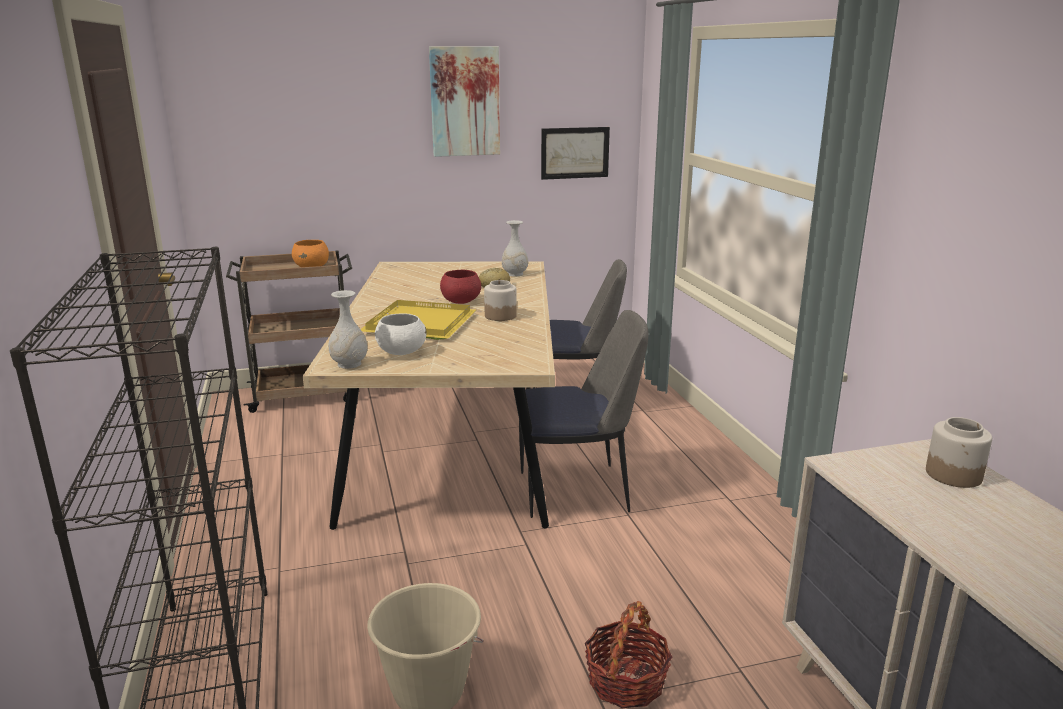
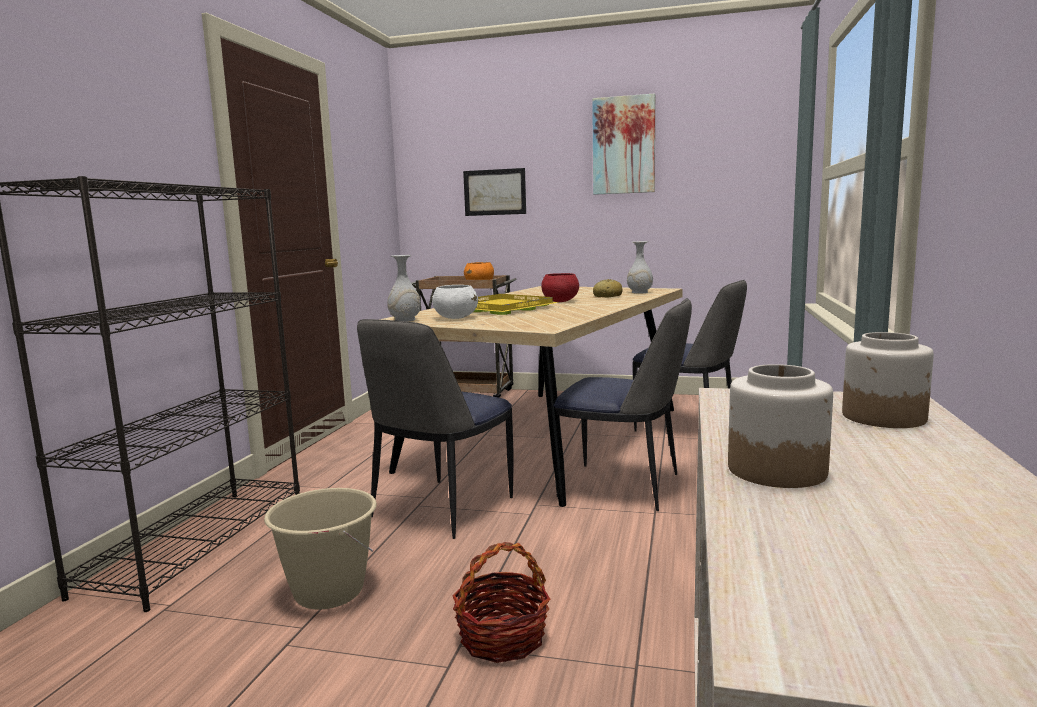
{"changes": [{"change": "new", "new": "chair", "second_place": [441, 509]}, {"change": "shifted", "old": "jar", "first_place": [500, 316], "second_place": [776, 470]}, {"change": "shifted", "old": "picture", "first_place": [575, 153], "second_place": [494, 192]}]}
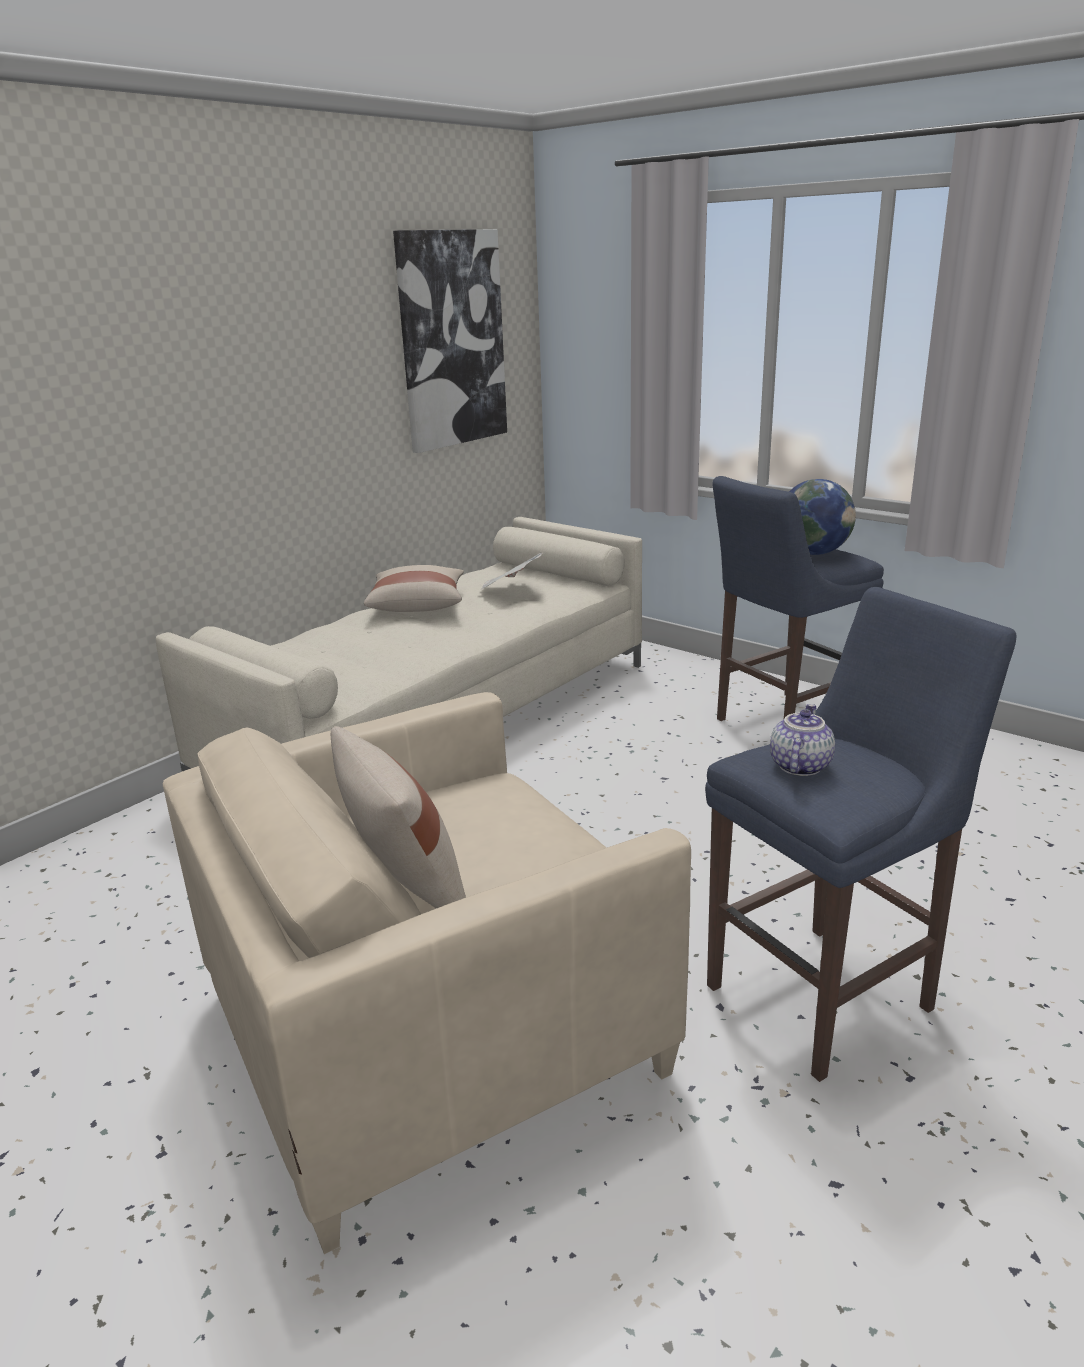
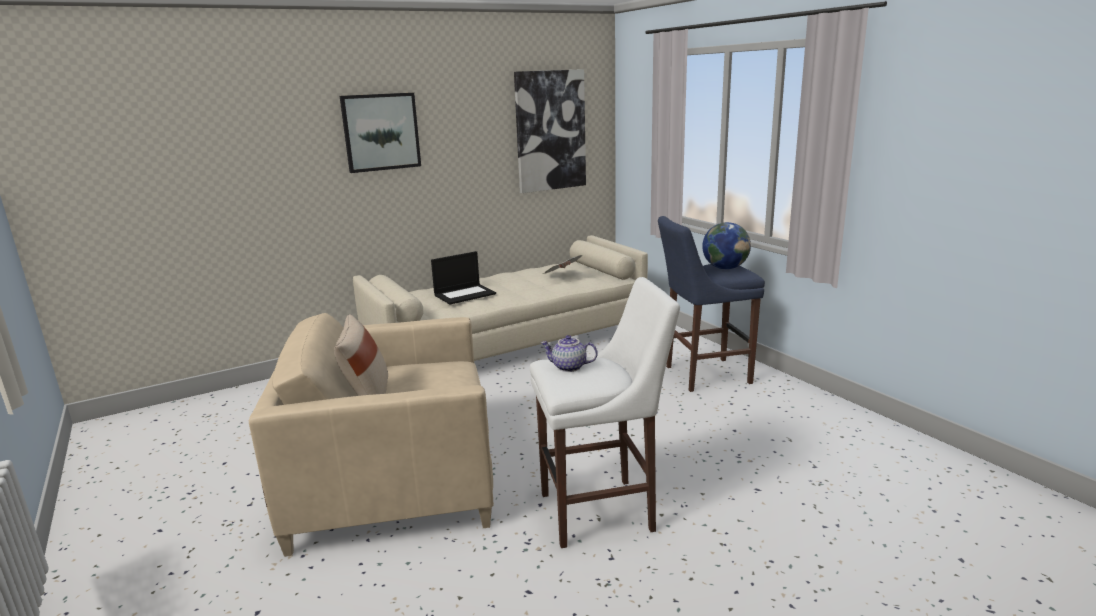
{"changes": [{"change": "gone", "old": "beige_pillow", "first_place": [418, 605]}, {"change": "new", "new": "picture", "second_place": [381, 132]}, {"change": "new", "new": "laptop", "second_place": [465, 294]}, {"change": "repainted", "old": "blue_stool", "new": "white_stool", "first_place": [827, 993], "second_place": [603, 511]}, {"change": "rotated", "old": "teapot", "first_place": [798, 765], "second_place": [568, 367], "degrees": -120}]}
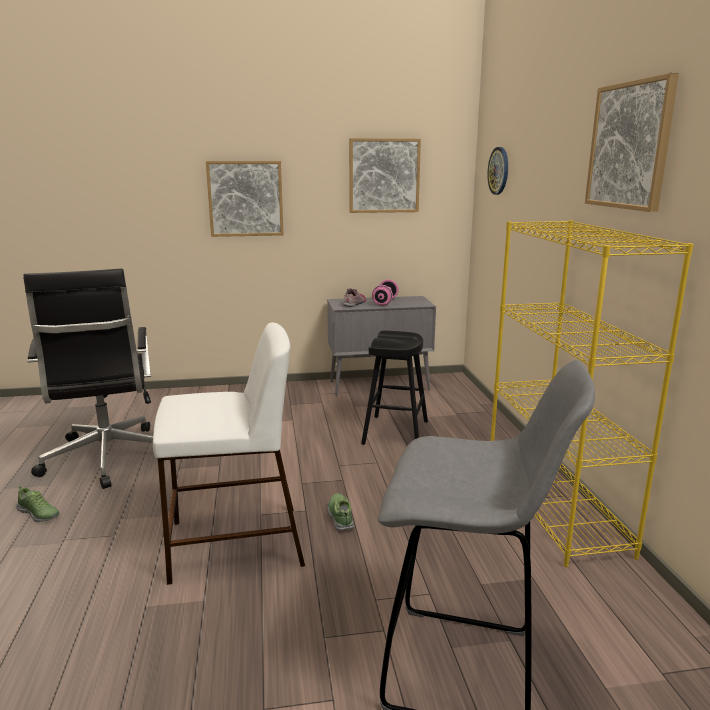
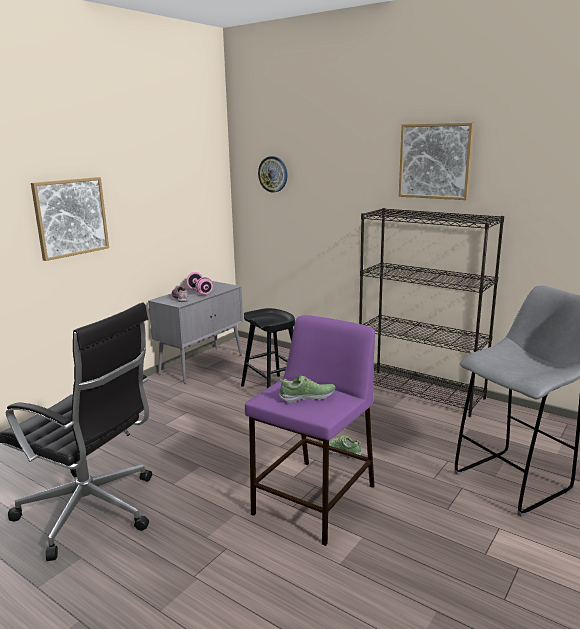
{"changes": [{"change": "gone", "old": "picture", "first_place": [384, 176]}, {"change": "shifted", "old": "shoe", "first_place": [39, 514], "second_place": [307, 397]}, {"change": "repainted", "old": "white_stool", "new": "purple_stool", "first_place": [234, 543], "second_place": [314, 501]}, {"change": "repainted", "old": "yellow_bookcase", "new": "black_bookcase", "first_place": [555, 507], "second_place": [421, 392]}]}
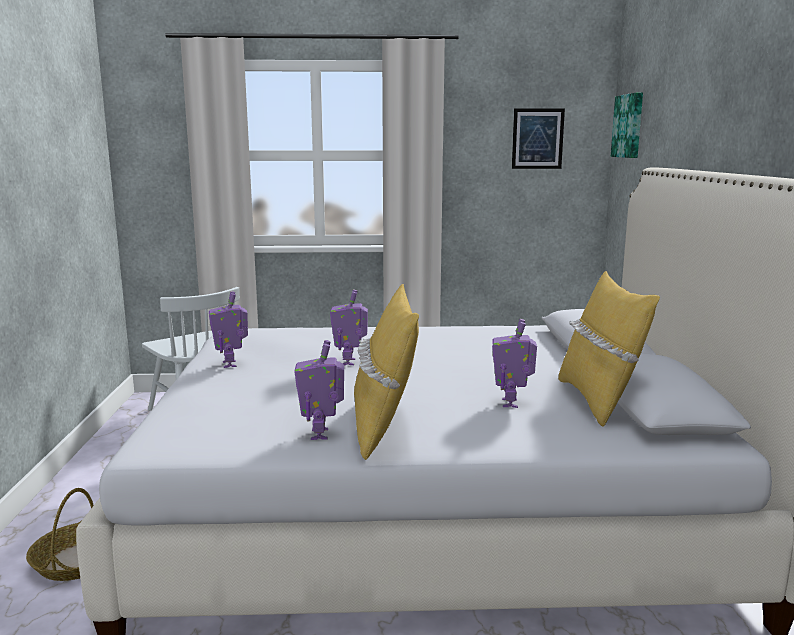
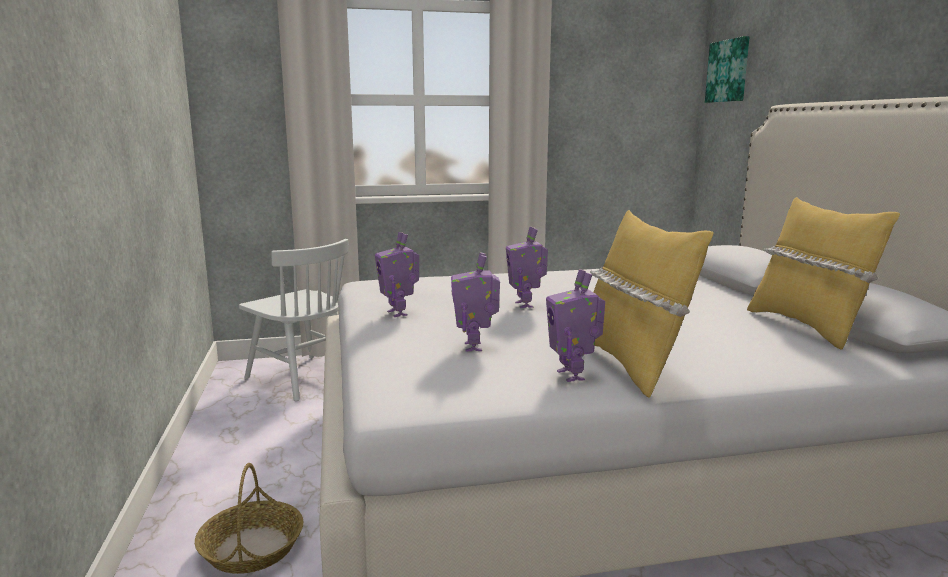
{"changes": [{"change": "gone", "old": "picture", "first_place": [537, 138]}, {"change": "shifted", "old": "toy_robot", "first_place": [511, 403], "second_place": [475, 347]}]}
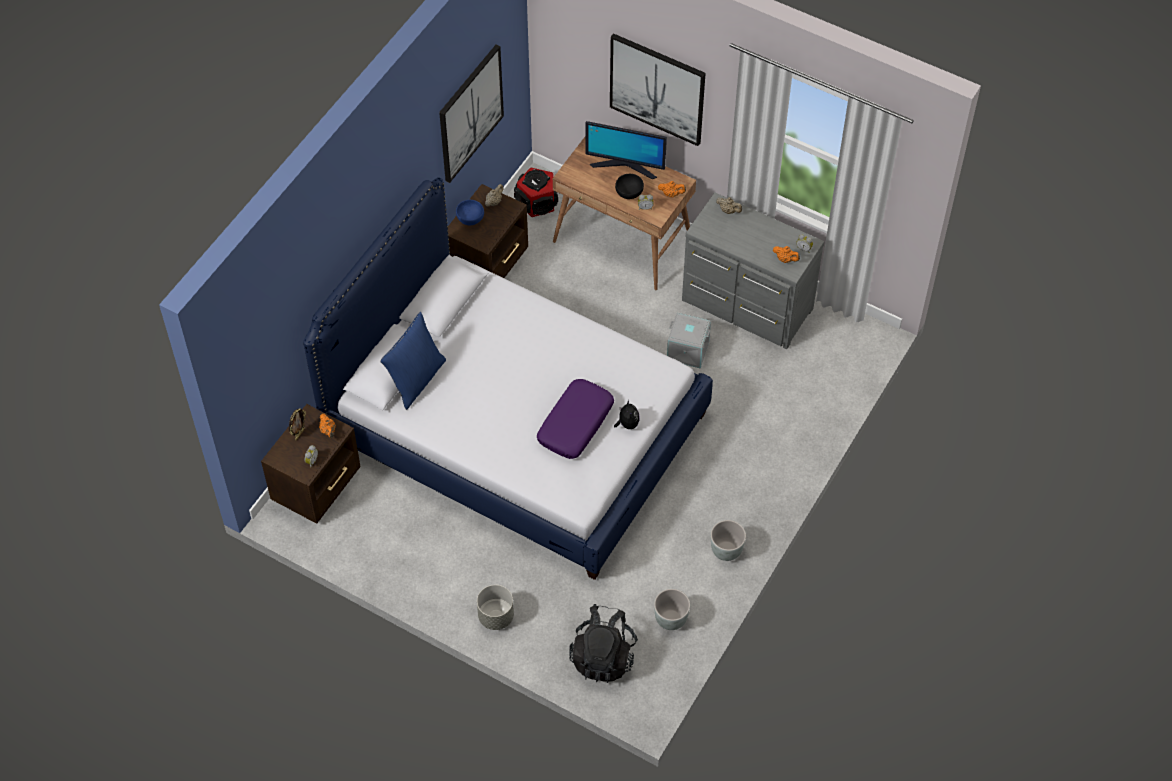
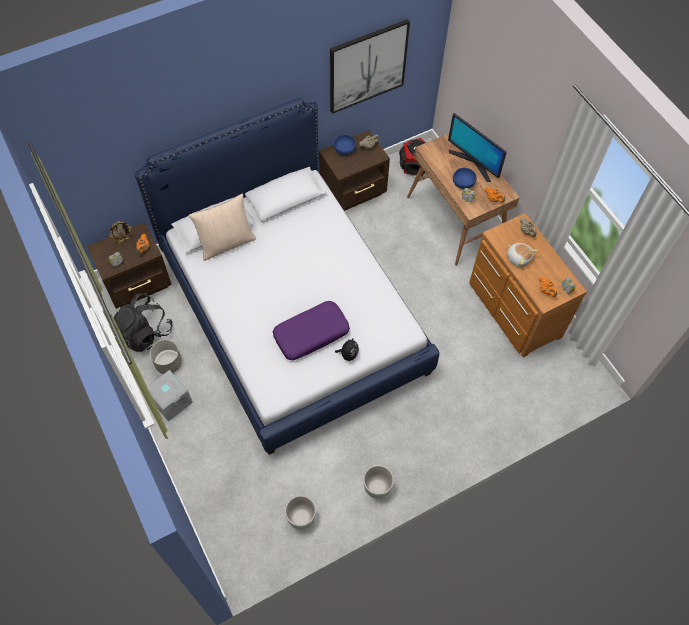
{"changes": [{"change": "gone", "old": "picture", "first_place": [657, 88]}, {"change": "new", "new": "plush_toy", "second_place": [519, 257]}, {"change": "shifted", "old": "grey_planter", "first_place": [495, 616], "second_place": [168, 363]}, {"change": "shifted", "old": "black_backpack", "first_place": [603, 656], "second_place": [145, 333]}, {"change": "shifted", "old": "grey_storage_box", "first_place": [687, 351], "second_place": [170, 401]}, {"change": "repainted", "old": "blue_pillow", "new": "beige_pillow", "first_place": [416, 379], "second_place": [226, 243]}, {"change": "repainted", "old": "black_bowl", "new": "blue_bowl", "first_place": [629, 192], "second_place": [463, 183]}, {"change": "repainted", "old": "grey_dresser", "new": "brown_dresser", "first_place": [746, 307], "second_place": [513, 311]}]}
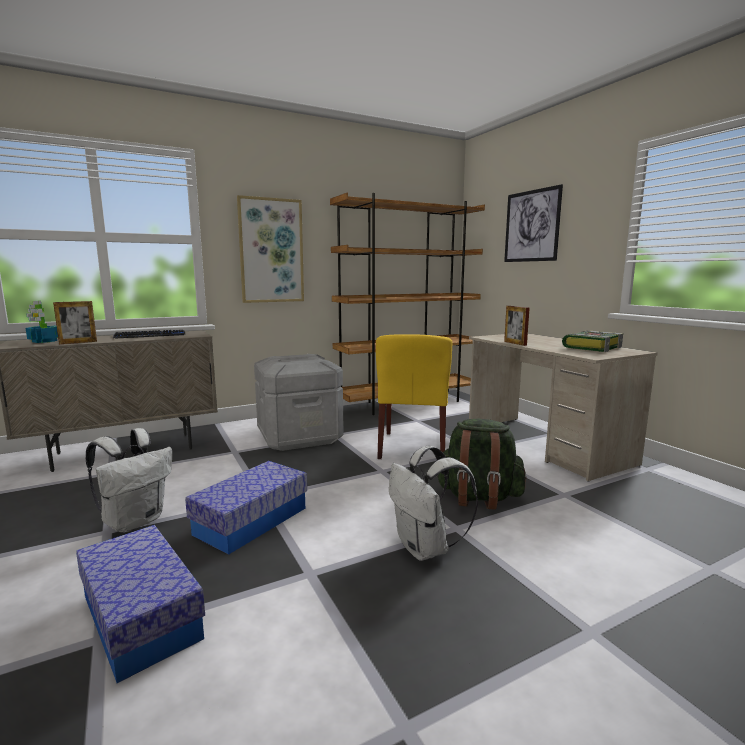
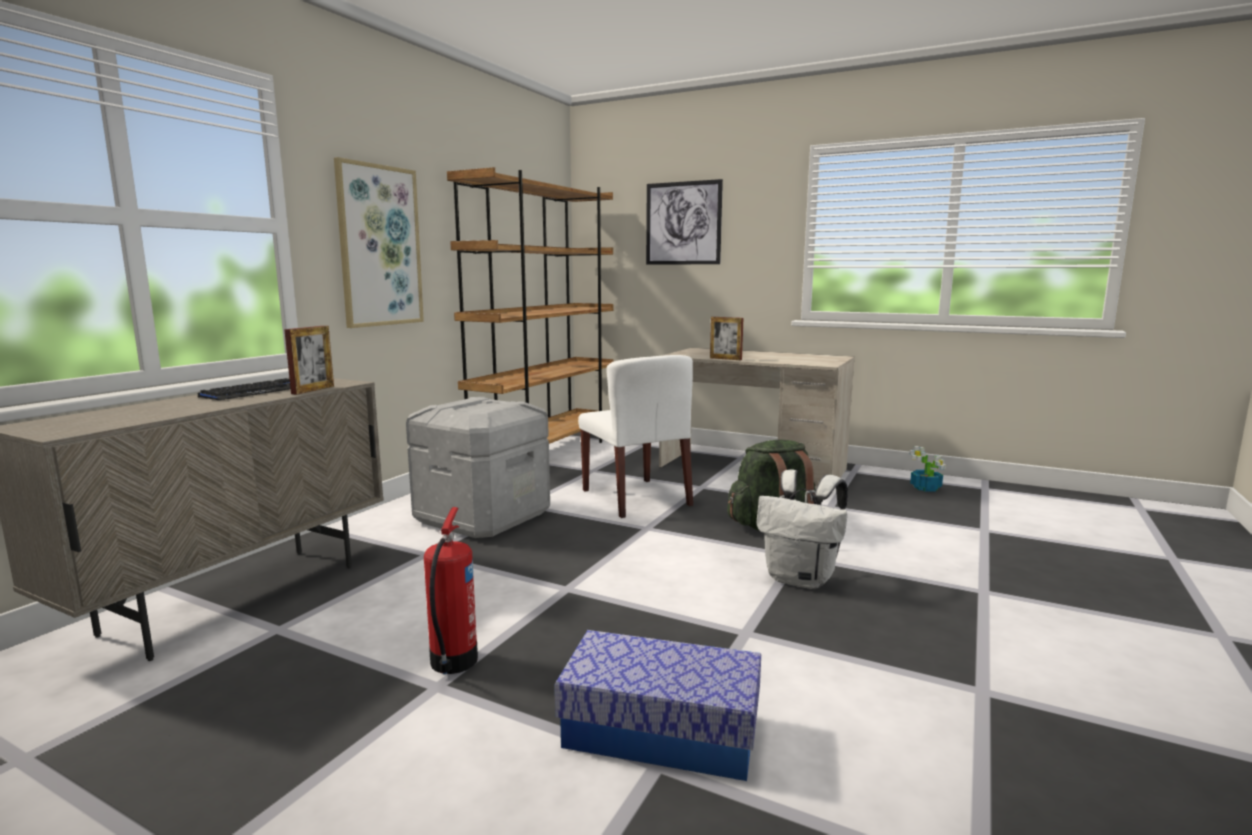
{"changes": [{"change": "gone", "old": "storage_box", "first_place": [251, 521]}, {"change": "gone", "old": "book", "first_place": [591, 348]}, {"change": "shifted", "old": "potted_plant", "first_place": [44, 341], "second_place": [926, 488]}, {"change": "shifted", "old": "picture_frame", "first_place": [78, 342], "second_place": [313, 390]}, {"change": "swapped", "old": "white_backpack", "new": "fire_extinguisher", "first_place": [135, 521], "second_place": [452, 663]}, {"change": "repainted", "old": "yellow_chair", "new": "white_chair", "first_place": [413, 447], "second_place": [636, 498]}]}
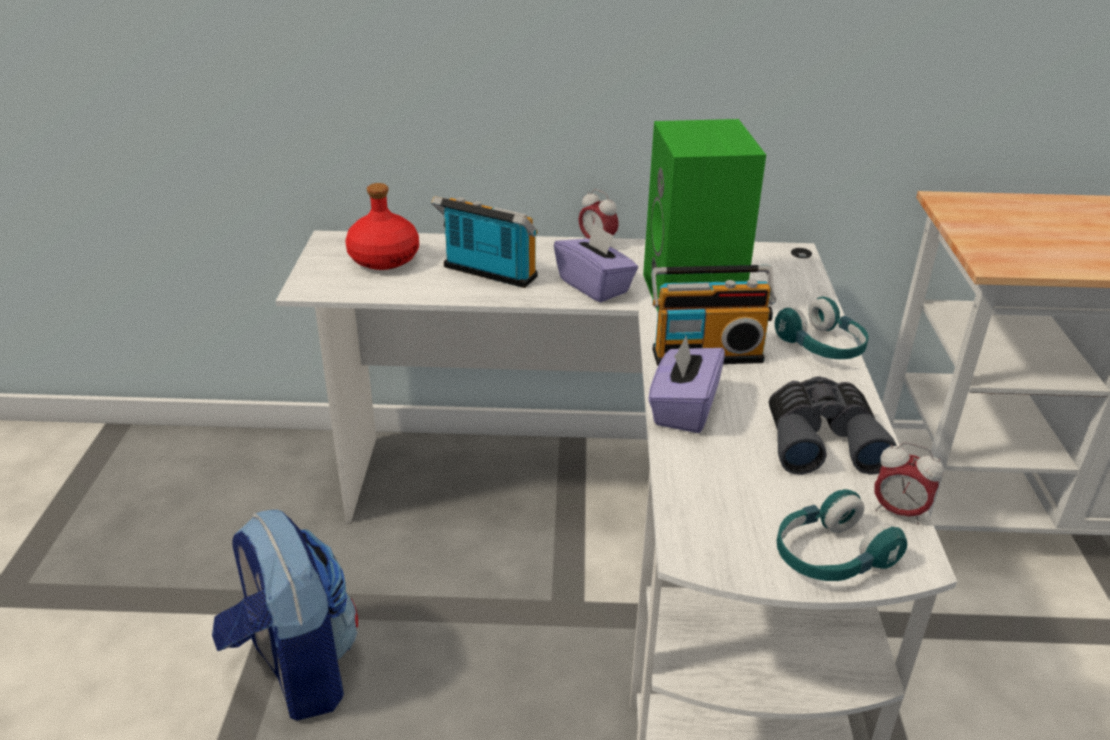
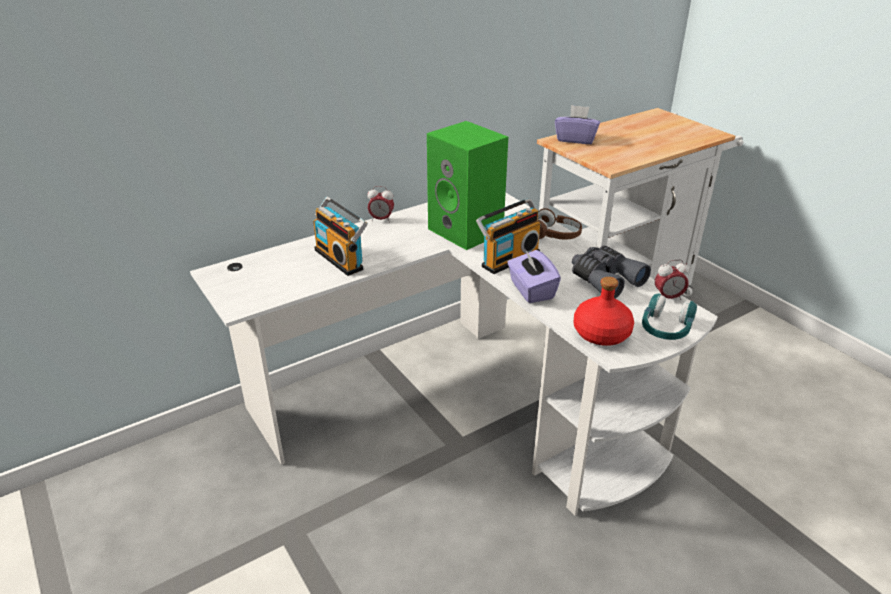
{"changes": [{"change": "gone", "old": "backpack", "first_place": [296, 669]}, {"change": "shifted", "old": "red_bottle", "first_place": [383, 258], "second_place": [600, 333]}, {"change": "shifted", "old": "purple_tissue_box", "first_place": [595, 286], "second_place": [575, 139]}, {"change": "repainted", "old": "turquoise_headphones", "new": "brown_headphones", "first_place": [822, 346], "second_place": [555, 235]}, {"change": "rotated", "old": "radio", "first_place": [487, 274], "second_place": [341, 259], "degrees": -120}]}
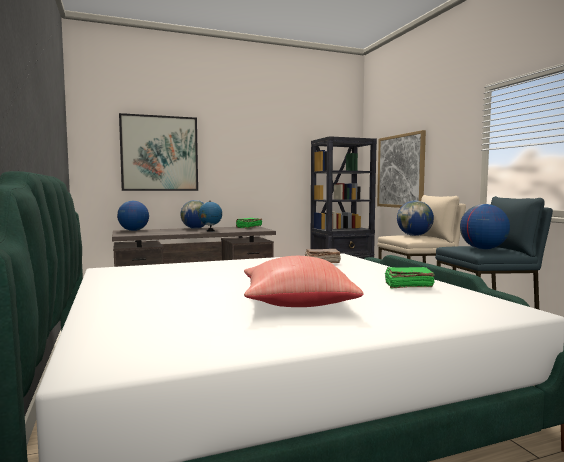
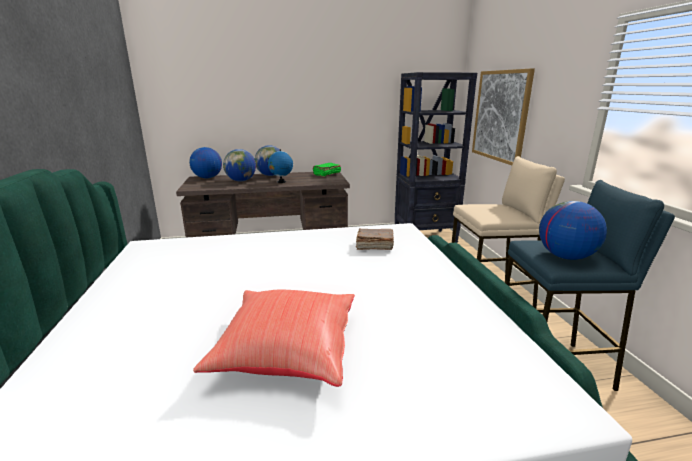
{"changes": [{"change": "gone", "old": "picture", "first_place": [159, 153]}, {"change": "gone", "old": "green_book", "first_place": [407, 286]}, {"change": "shifted", "old": "globe", "first_place": [414, 235], "second_place": [241, 181]}]}
